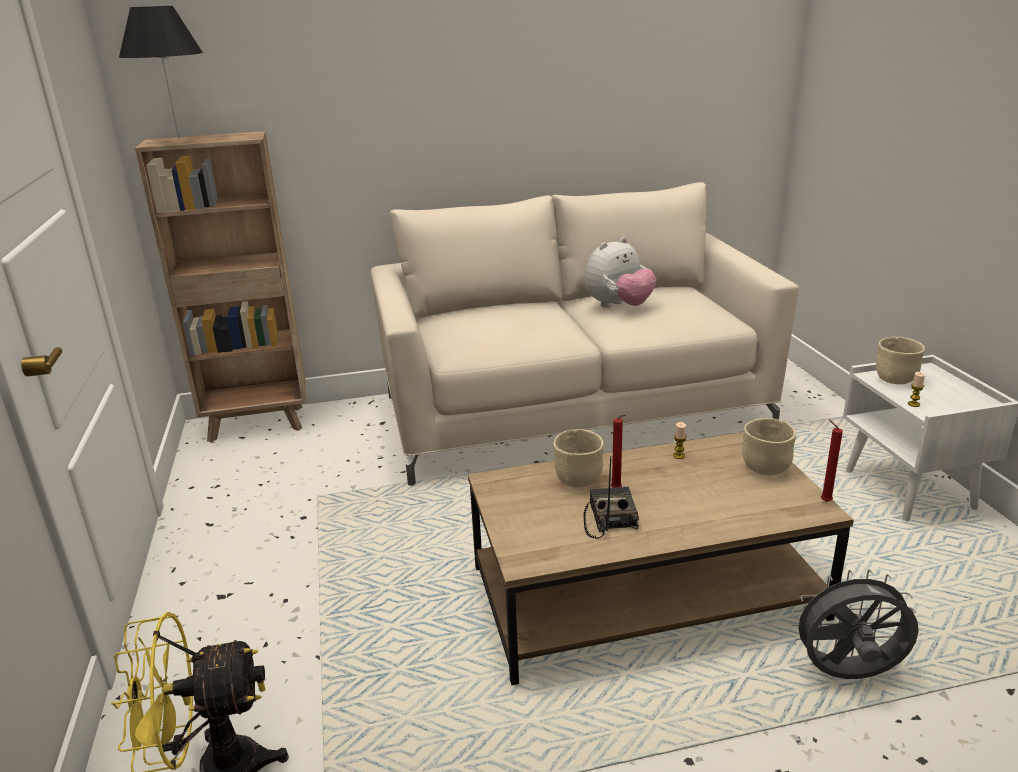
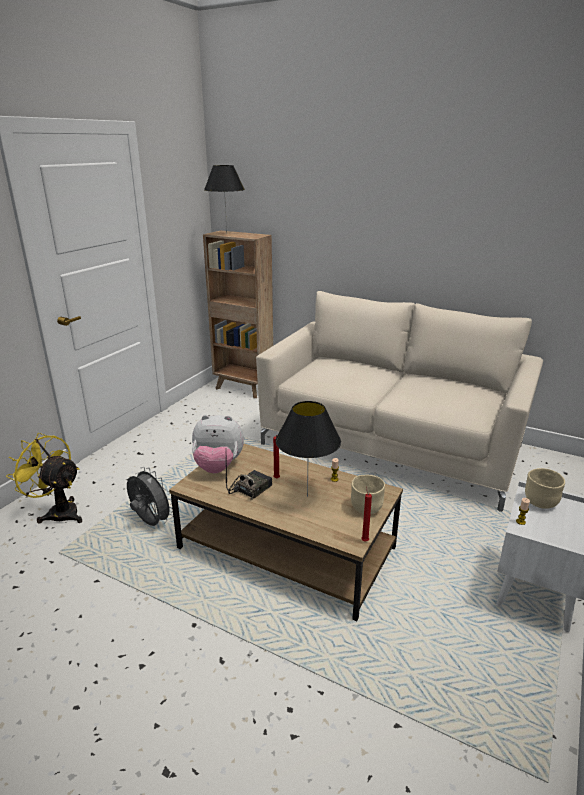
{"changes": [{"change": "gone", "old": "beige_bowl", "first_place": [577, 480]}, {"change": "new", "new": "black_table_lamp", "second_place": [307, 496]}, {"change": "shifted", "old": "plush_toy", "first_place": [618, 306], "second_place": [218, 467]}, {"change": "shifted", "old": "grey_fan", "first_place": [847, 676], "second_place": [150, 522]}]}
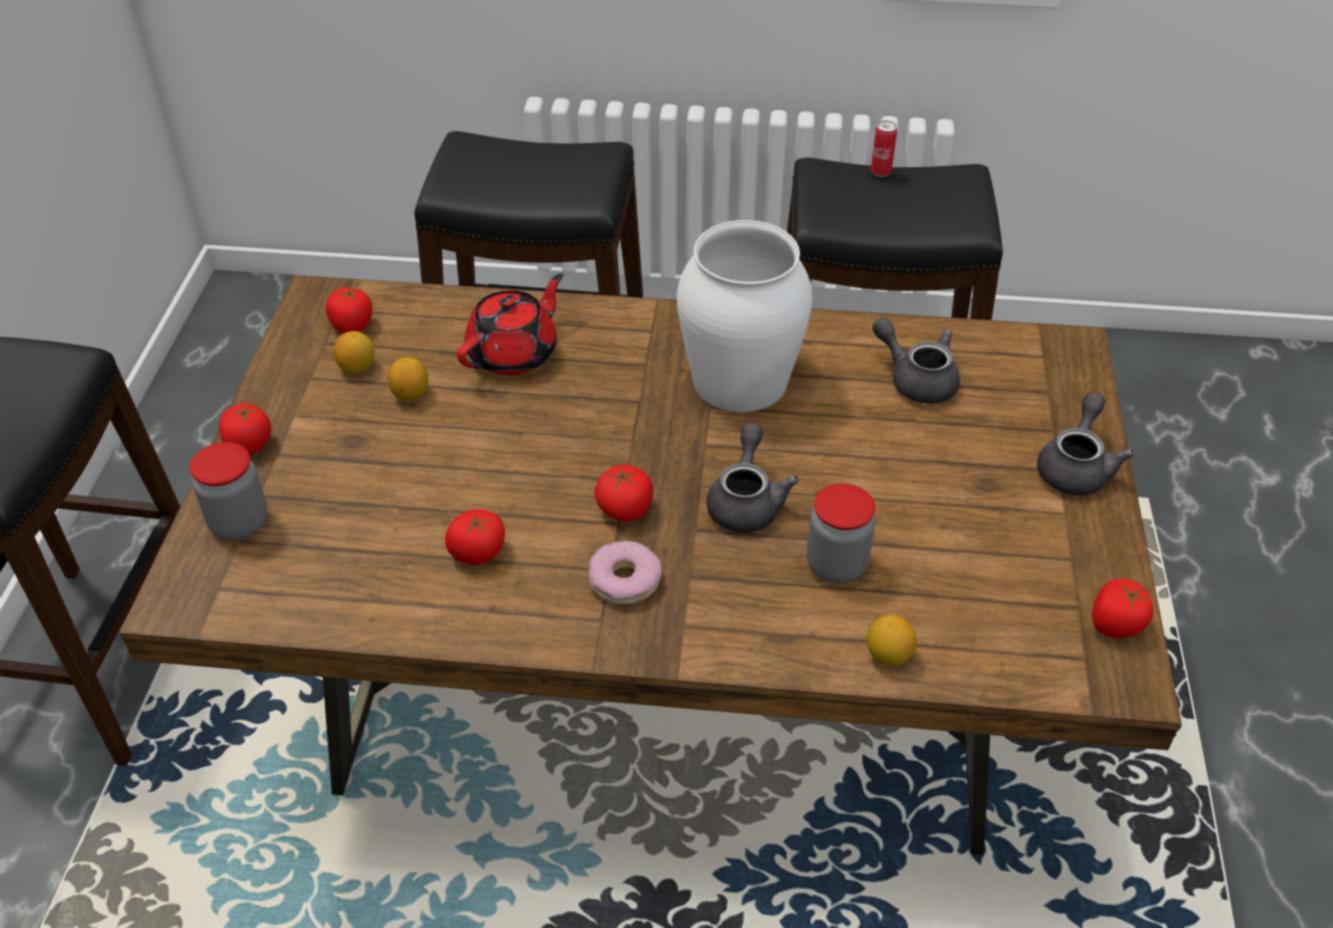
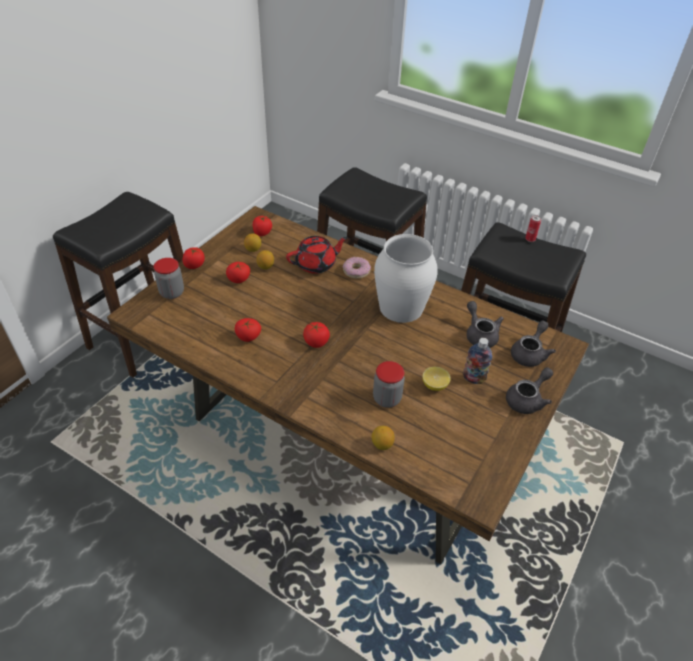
{"changes": [{"change": "new", "new": "lemon", "second_place": [434, 385]}, {"change": "new", "new": "bottle", "second_place": [473, 379]}, {"change": "shifted", "old": "donut", "first_place": [625, 580], "second_place": [356, 271]}, {"change": "shifted", "old": "grey_teapot", "first_place": [746, 501], "second_place": [529, 353]}, {"change": "shifted", "old": "tomato", "first_place": [1115, 625], "second_place": [239, 279]}]}
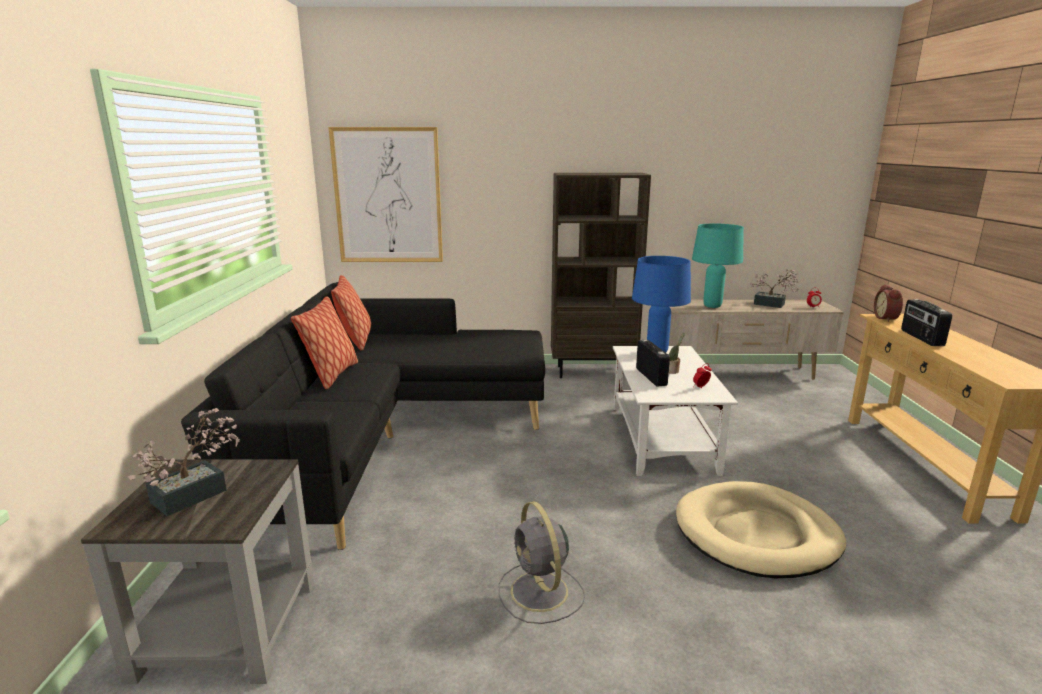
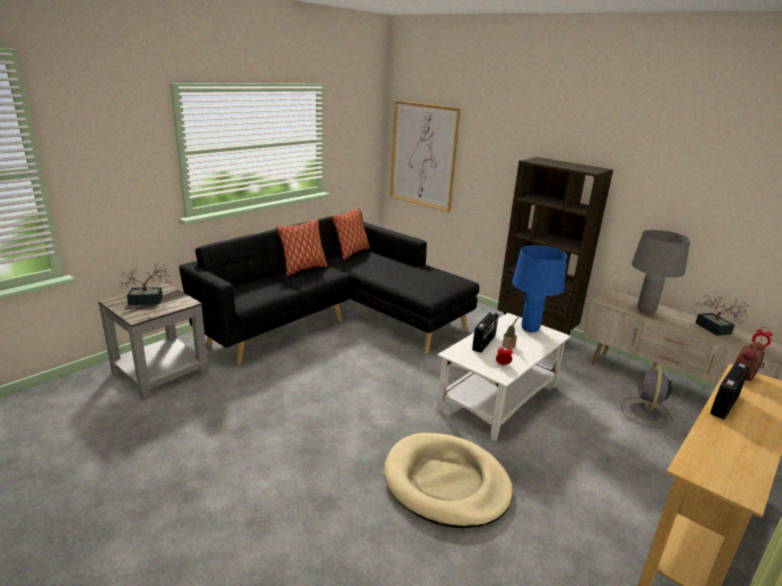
{"changes": [{"change": "shifted", "old": "grey_fan", "first_place": [540, 593], "second_place": [645, 413]}, {"change": "repainted", "old": "turquoise_table_lamp", "new": "grey_table_lamp", "first_place": [712, 306], "second_place": [646, 310]}]}
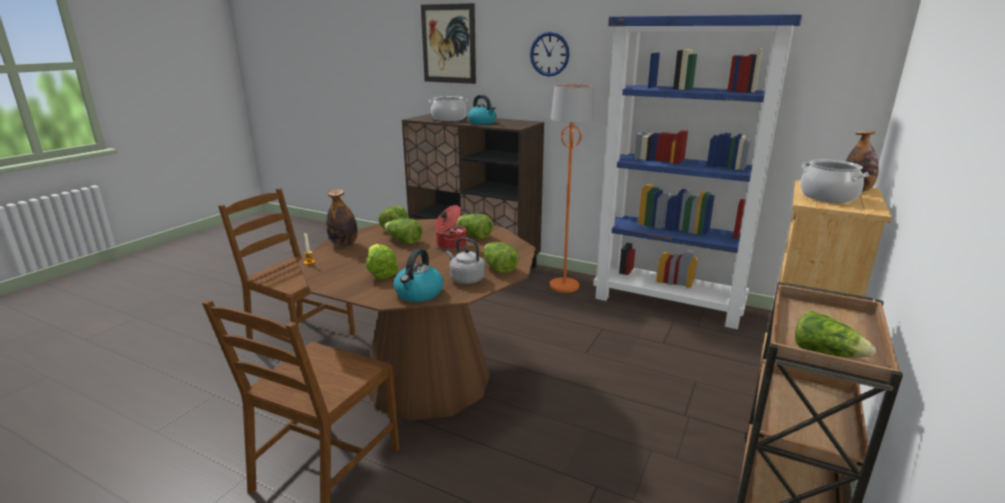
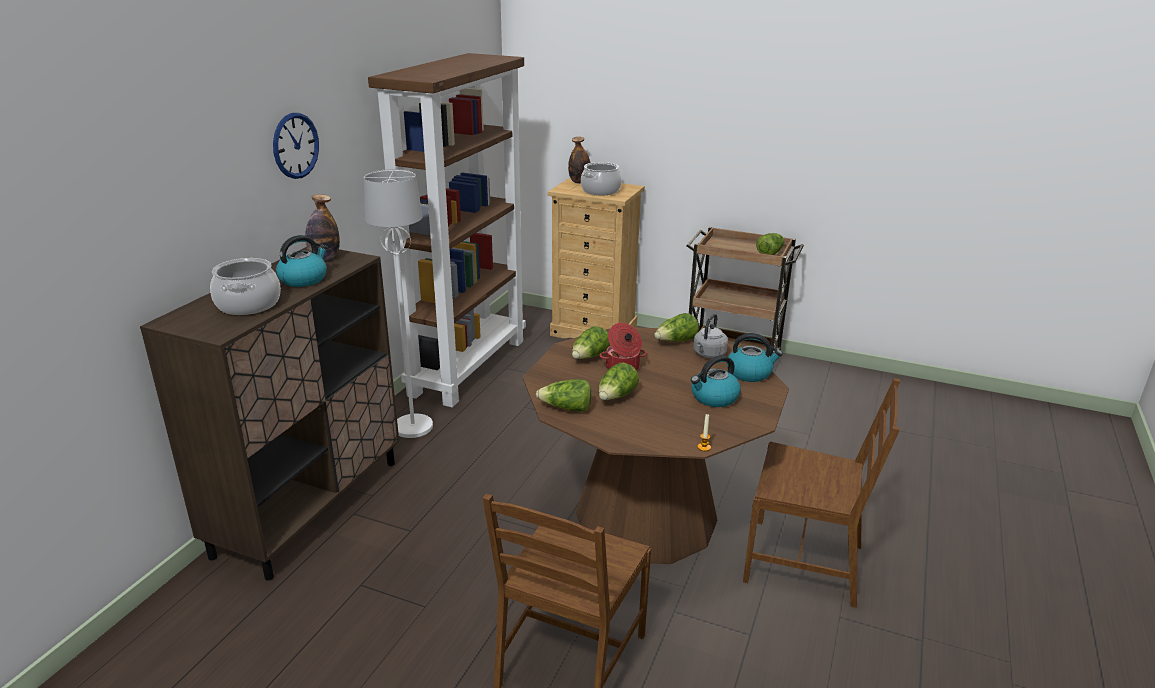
{"changes": [{"change": "gone", "old": "picture", "first_place": [448, 44]}, {"change": "shifted", "old": "bottle", "first_place": [344, 244], "second_place": [324, 258]}, {"change": "swapped", "old": "lettuce", "new": "kettle", "first_place": [380, 273], "second_place": [714, 398]}, {"change": "repainted", "old": "orange_floor_lamp", "new": "white_floor_lamp", "first_place": [564, 286], "second_place": [413, 427]}, {"change": "repainted", "old": "blue_bookcase", "new": "brown_bookcase", "first_place": [669, 303], "second_place": [468, 366]}]}
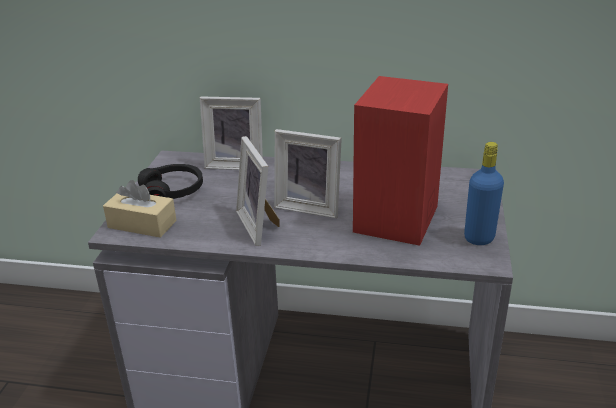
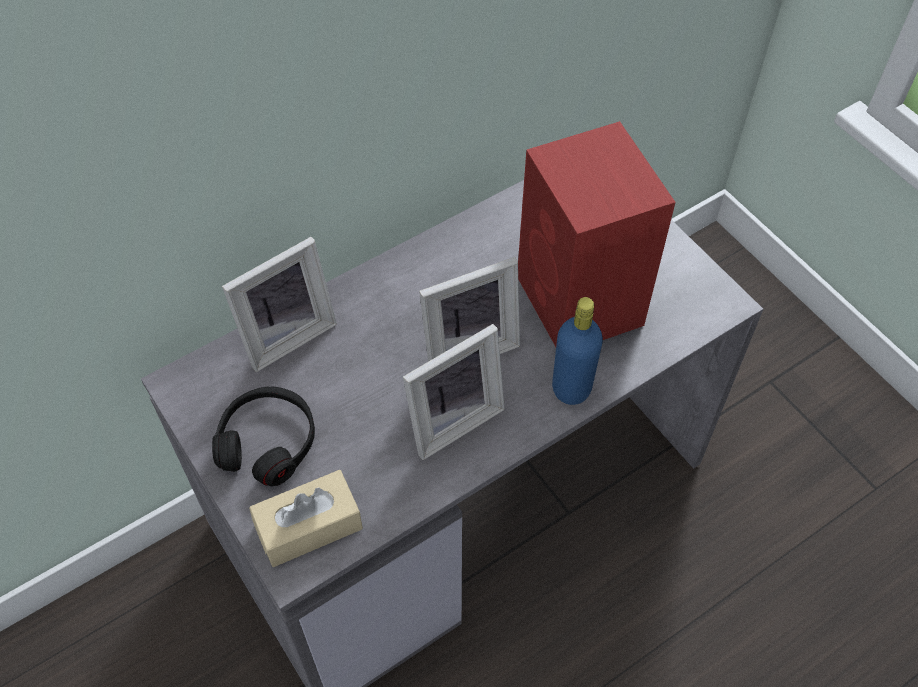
{"changes": [{"change": "shifted", "old": "blue_bottle", "first_place": [479, 238], "second_place": [571, 388]}, {"change": "rotated", "old": "picture_frame", "first_place": [260, 225], "second_place": [451, 418], "degrees": -60}]}
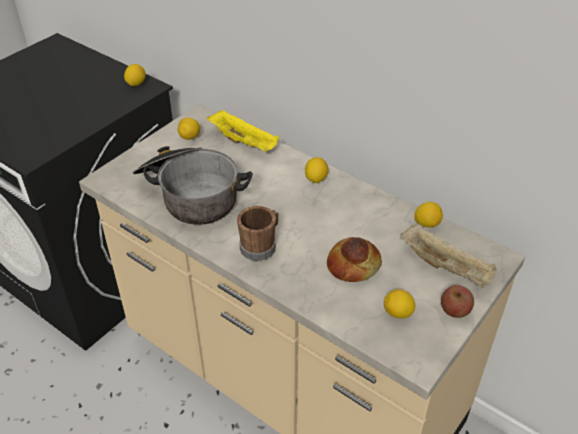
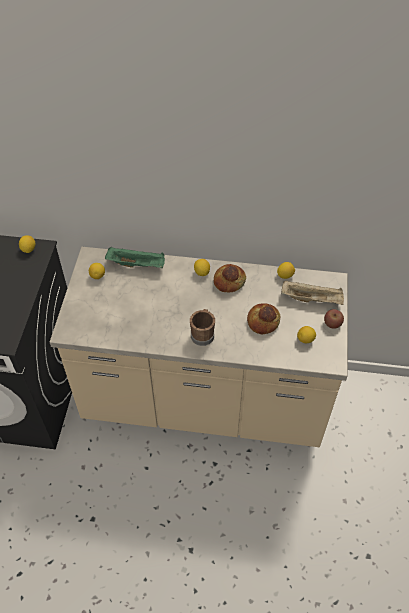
{"changes": [{"change": "gone", "old": "cooking_pot", "first_place": [190, 195]}, {"change": "new", "new": "bread", "second_place": [229, 281]}, {"change": "repainted", "old": "yellow_tray", "new": "green_tray", "first_place": [244, 142], "second_place": [137, 264]}]}
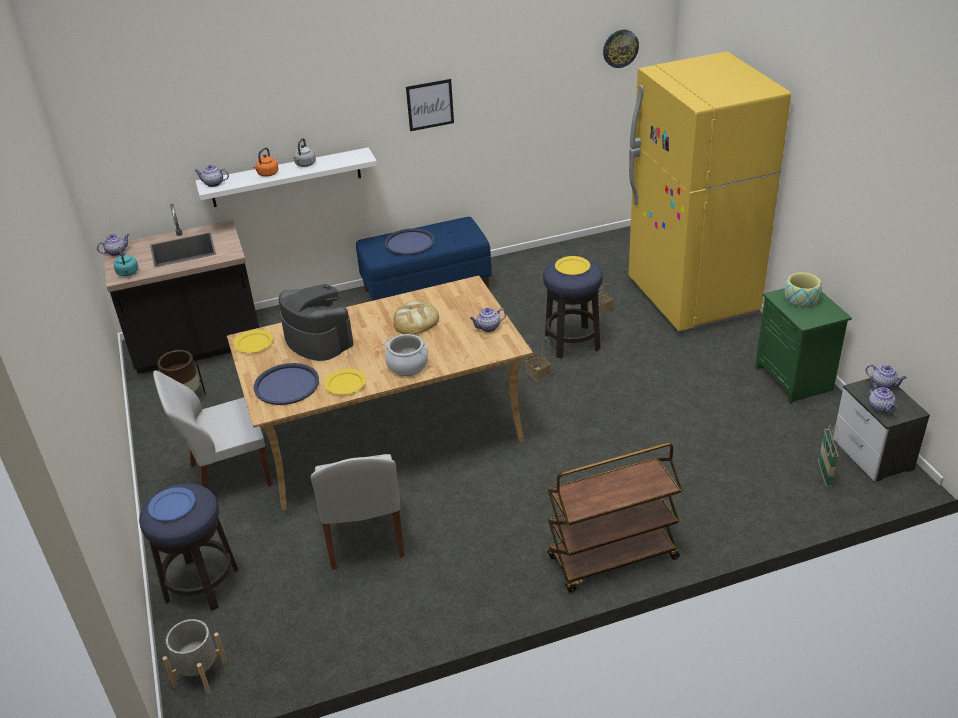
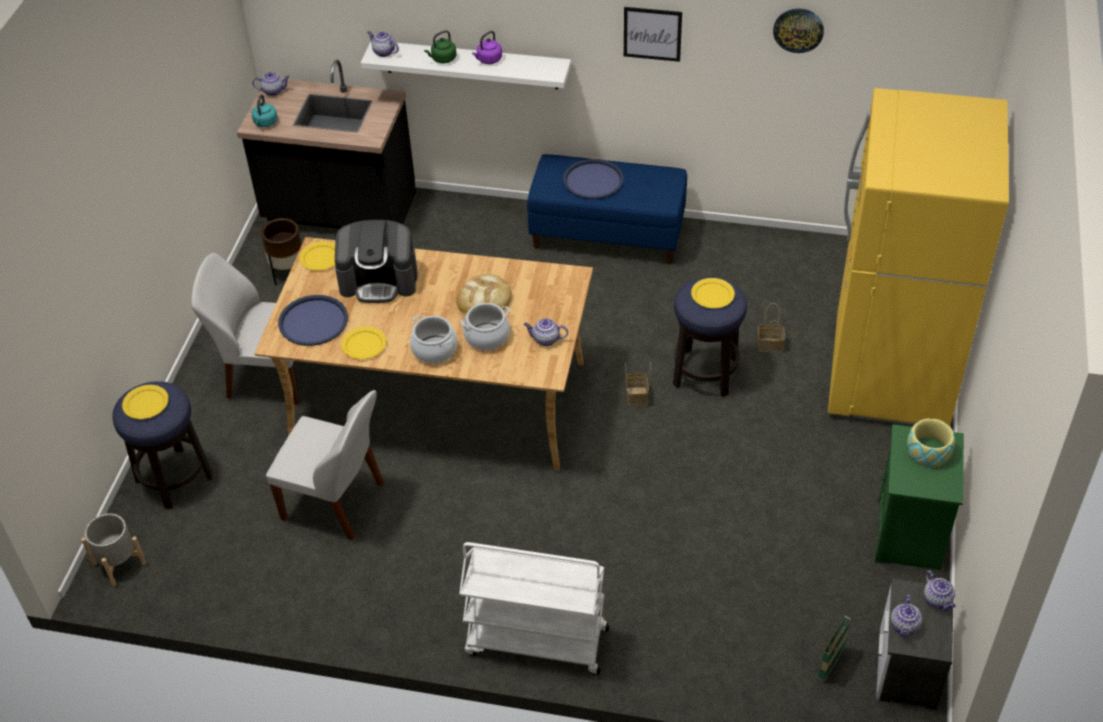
{"changes": [{"change": "new", "new": "cooking_pot", "second_place": [487, 337]}, {"change": "shifted", "old": "wall_clock", "first_place": [620, 48], "second_place": [798, 29]}, {"change": "repainted", "old": "blue_plate", "new": "yellow_plate", "first_place": [172, 506], "second_place": [145, 404]}, {"change": "repainted", "old": "orange_kettle", "new": "green_kettle", "first_place": [267, 174], "second_place": [442, 59]}, {"change": "repainted", "old": "grey_kettle", "new": "purple_kettle", "first_place": [305, 165], "second_place": [488, 60]}, {"change": "repainted", "old": "brown_cart", "new": "white_cart", "first_place": [612, 559], "second_place": [535, 642]}, {"change": "rotated", "old": "coffee_machine", "first_place": [318, 340], "second_place": [379, 280], "degrees": 105}, {"change": "rotated", "old": "white_chair", "first_place": [364, 538], "second_place": [335, 502], "degrees": -90}]}
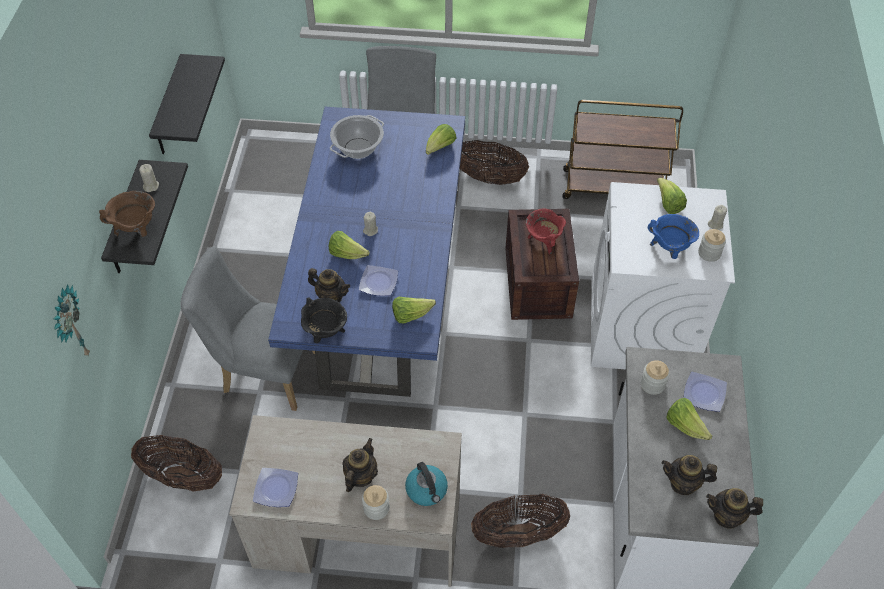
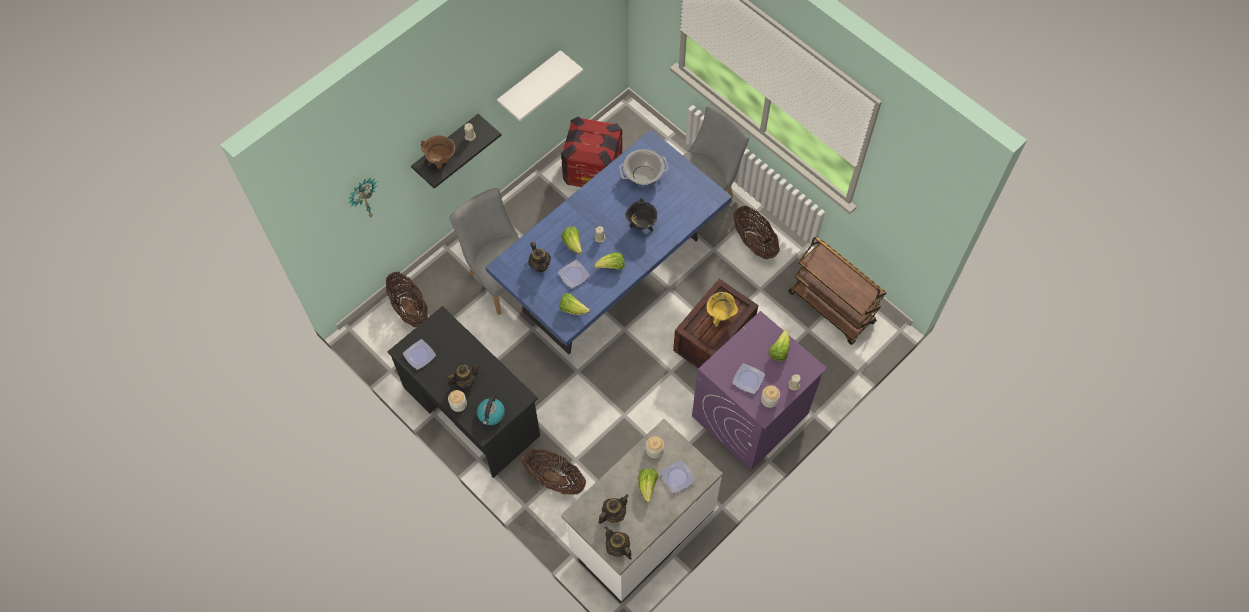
{"changes": [{"change": "new", "new": "crate", "second_place": [593, 169]}, {"change": "shifted", "old": "black_cooking_pot", "first_place": [325, 333], "second_place": [641, 225]}, {"change": "shifted", "old": "lettuce", "first_place": [440, 148], "second_place": [611, 266]}, {"change": "swapped", "old": "blue_cooking_pot", "new": "plate", "first_place": [669, 249], "second_place": [747, 380]}, {"change": "repainted", "old": "black_shelf", "new": "white_shelf", "first_place": [169, 108], "second_place": [529, 83]}, {"change": "repainted", "old": "beige_desk", "new": "black_desk", "first_place": [357, 533], "second_place": [471, 411]}, {"change": "repainted", "old": "red_cooking_pot", "new": "yellow_cooking_pot", "first_place": [543, 241], "second_place": [720, 315]}, {"change": "repainted", "old": "white_washing_machine", "new": "purple_washing_machine", "first_place": [642, 326], "second_place": [749, 415]}, {"change": "rotated", "old": "teapot", "first_place": [683, 483], "second_place": [613, 514], "degrees": 90}]}
